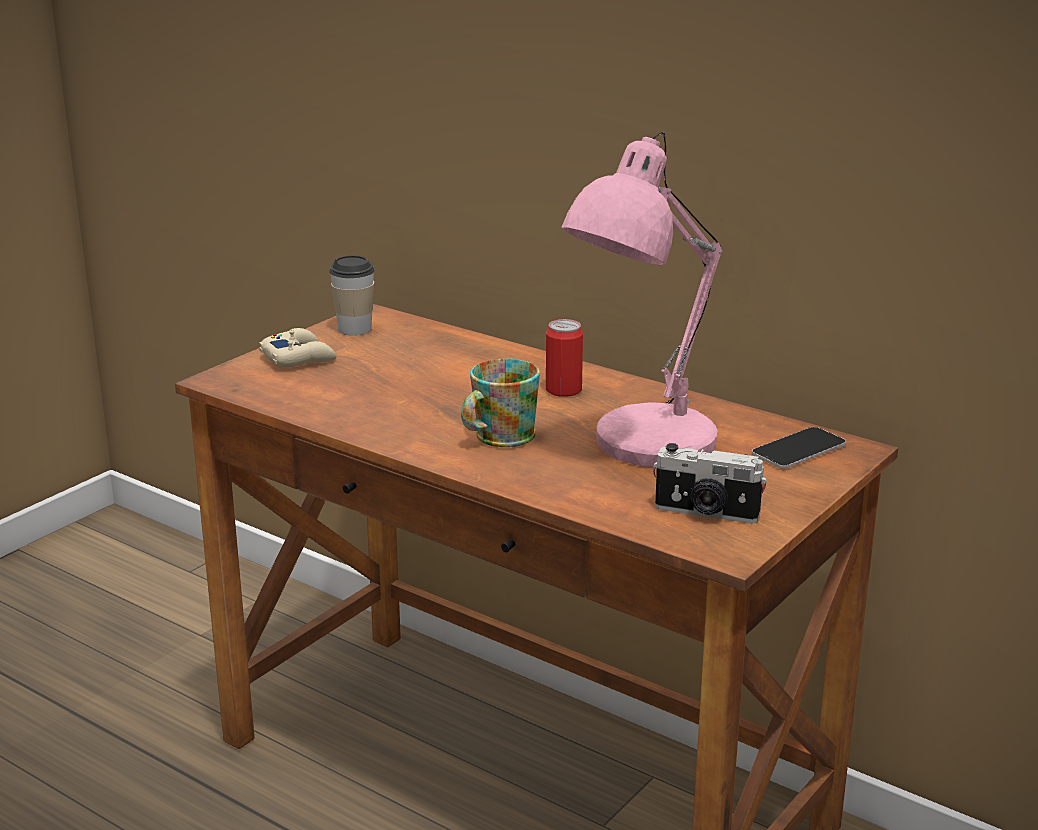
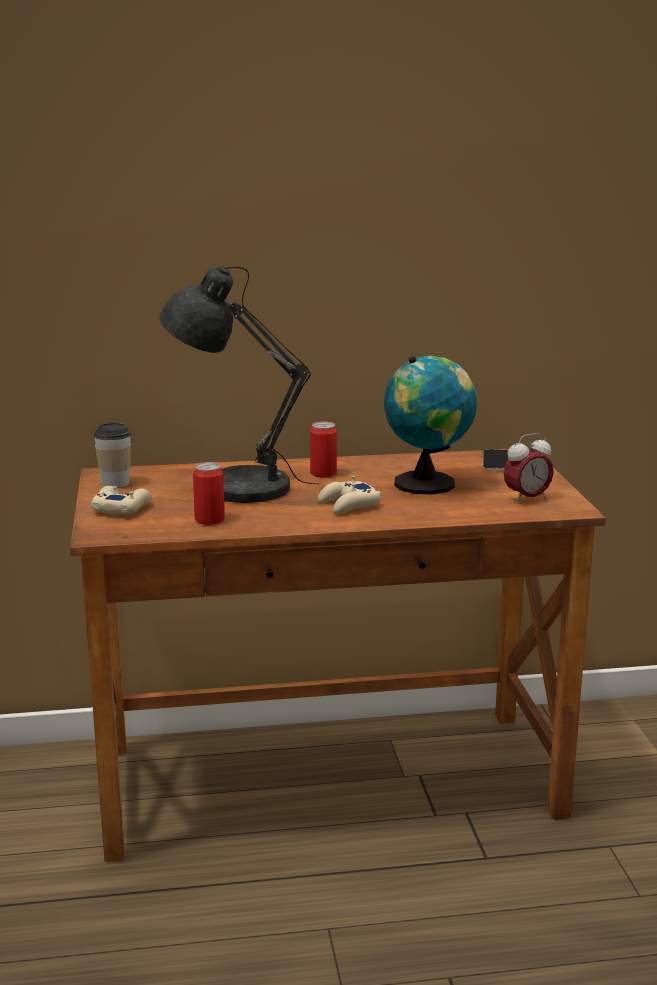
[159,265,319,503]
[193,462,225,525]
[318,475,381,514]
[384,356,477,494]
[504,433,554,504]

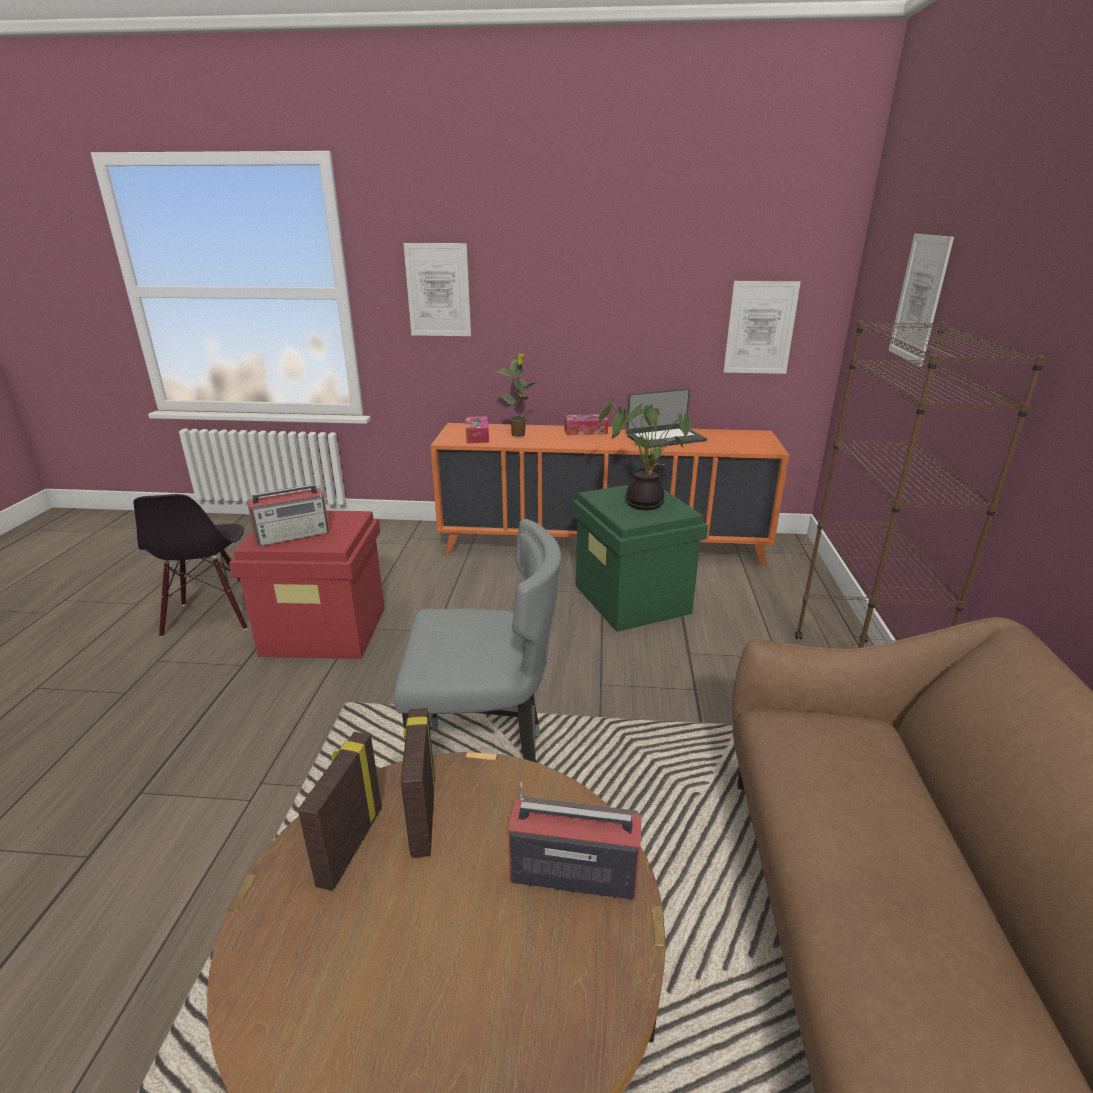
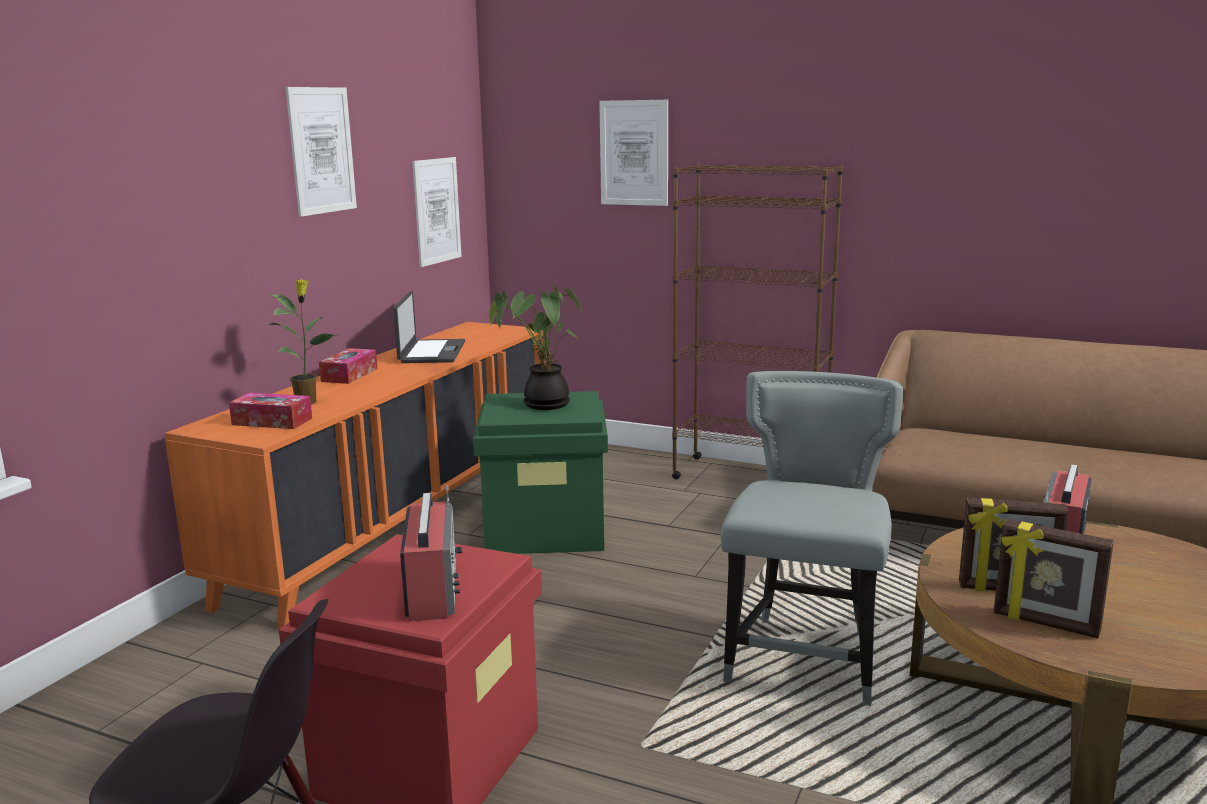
[286,87,357,217]

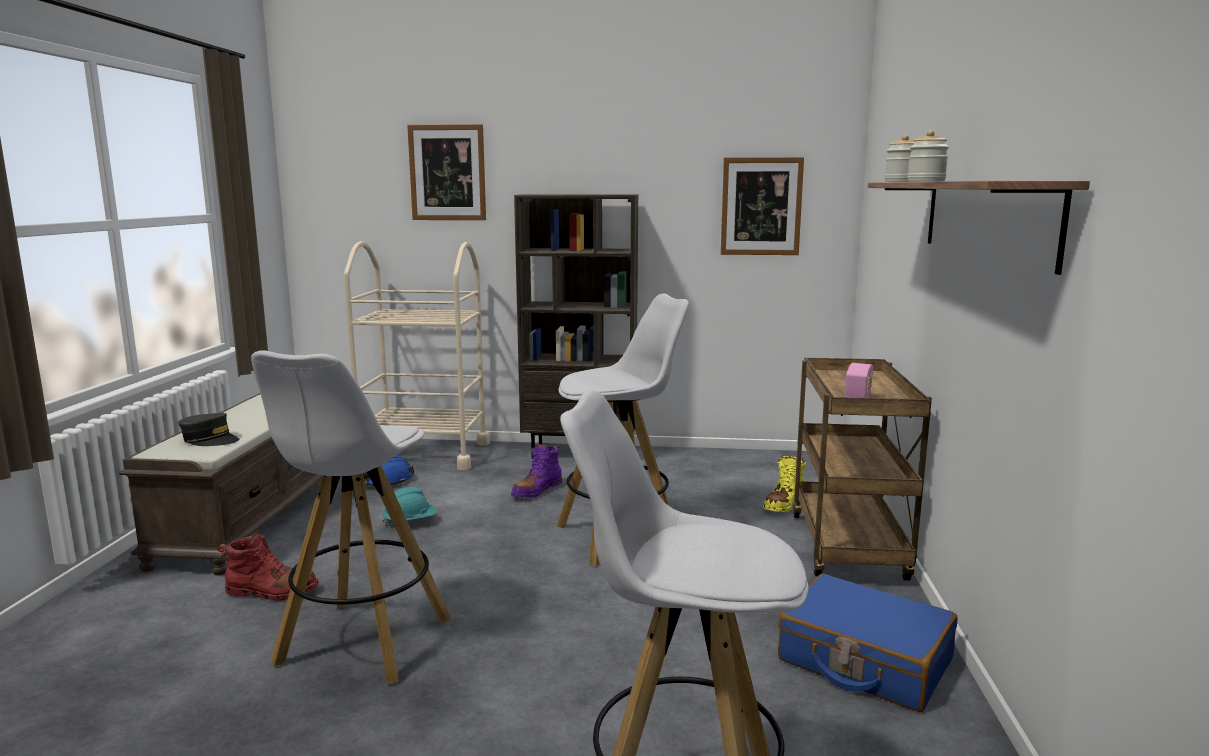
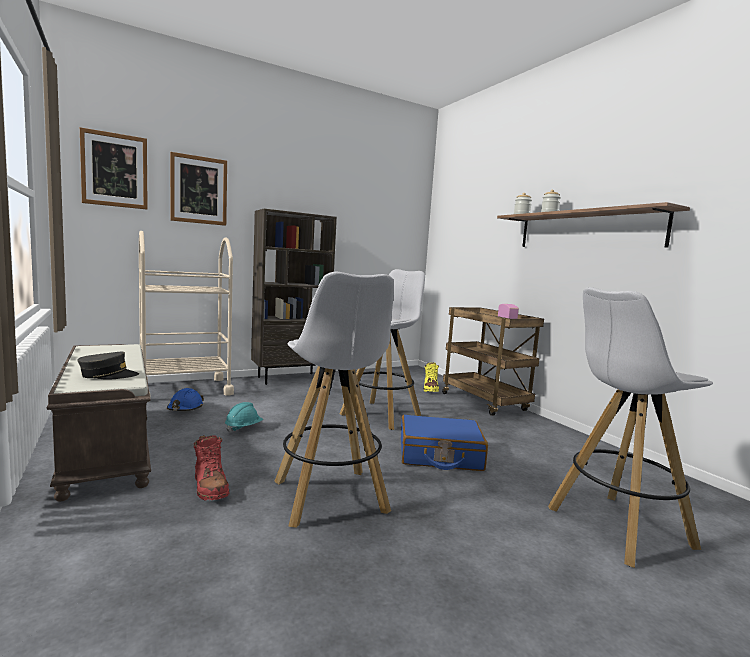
[511,444,562,498] (first image)
[80,127,148,209]
[401,415,488,471]
[194,435,229,501]

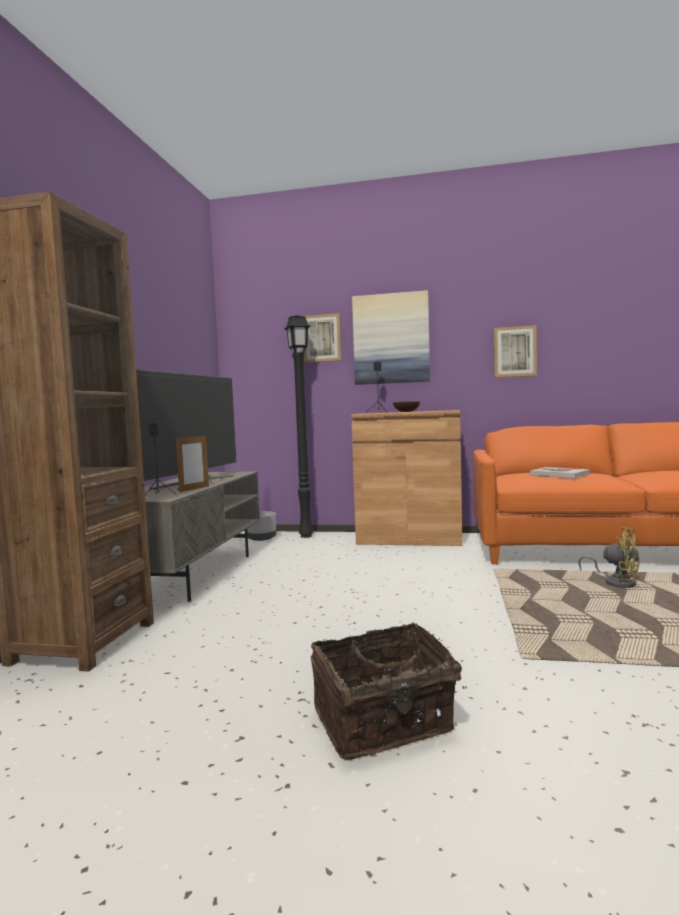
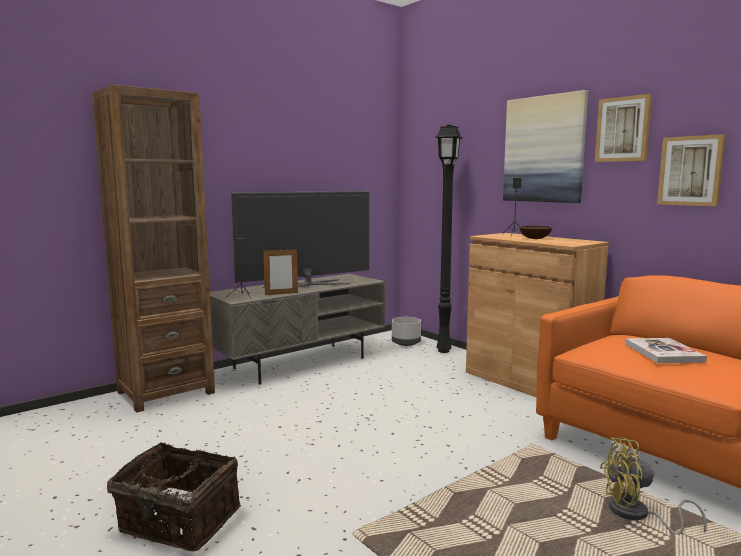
[595,94,652,162]
[600,437,707,534]

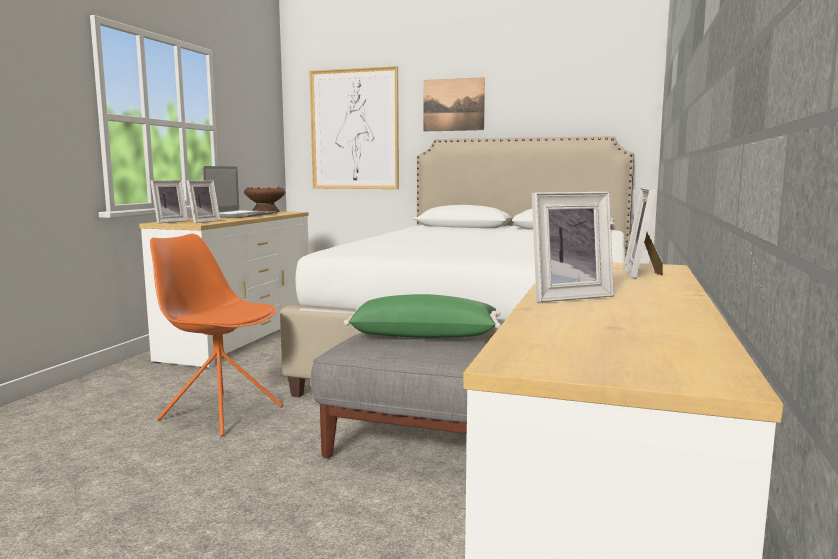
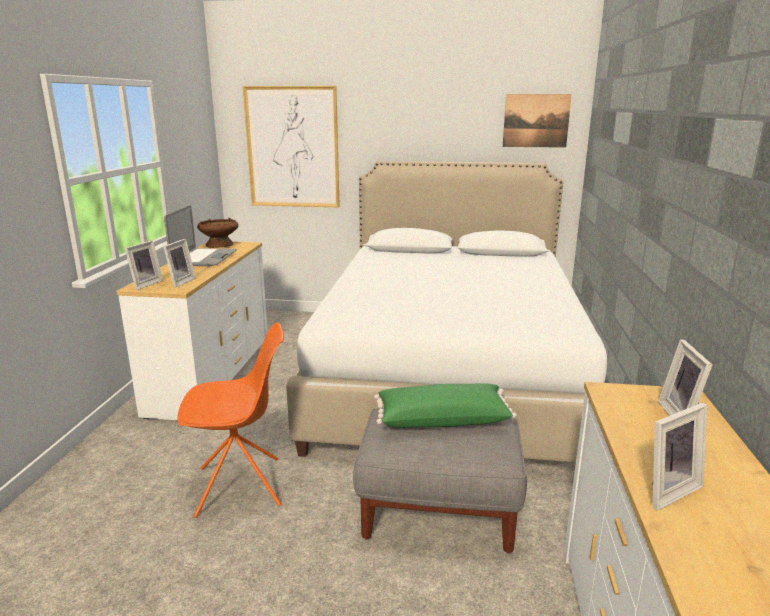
[503,94,572,148]
[177,323,284,518]

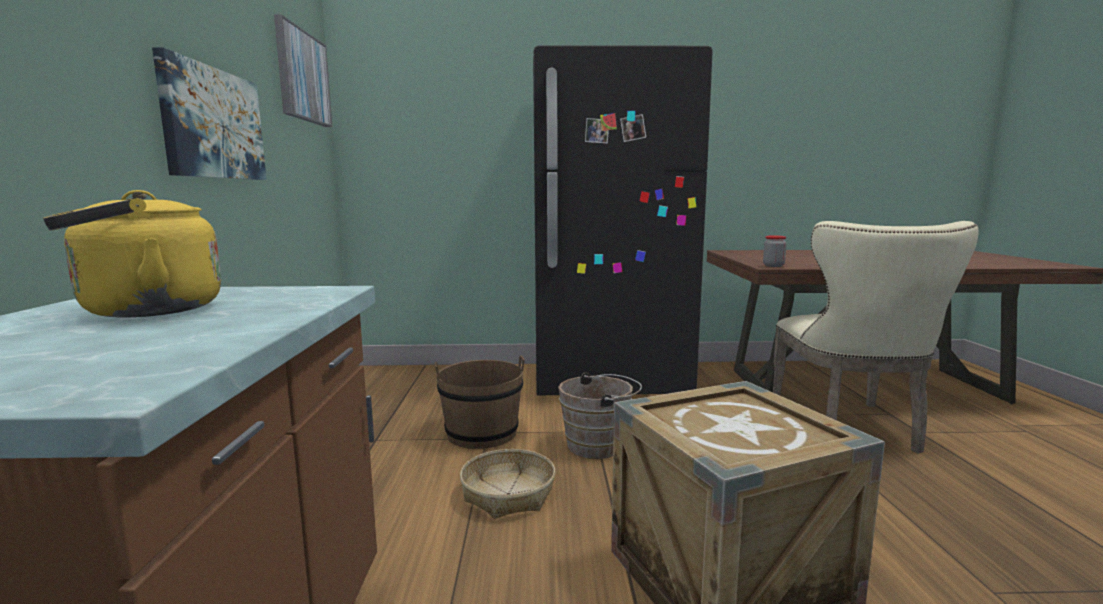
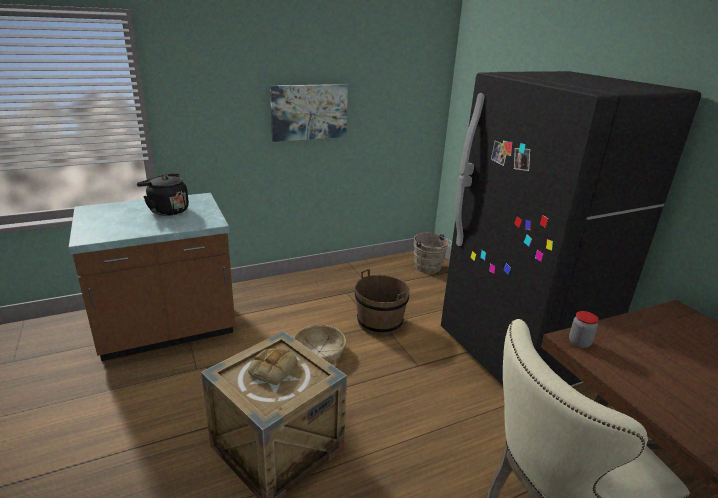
[274,15,332,127] (first image)
[248,347,298,385]
[414,233,452,274]
[137,173,189,216]

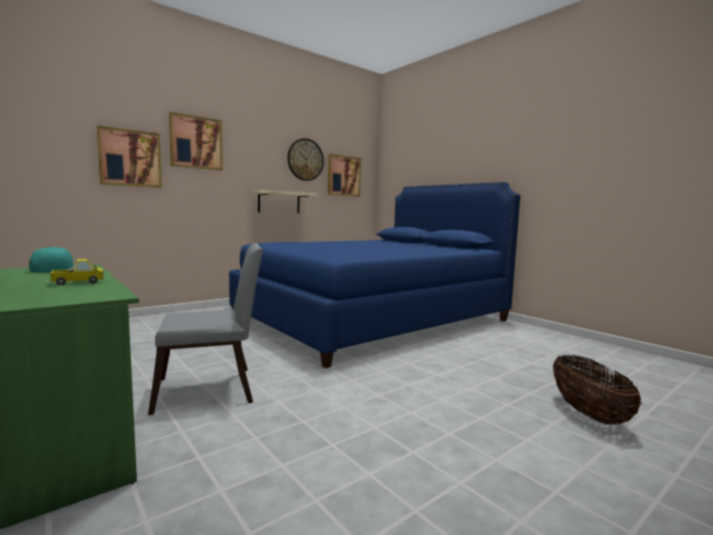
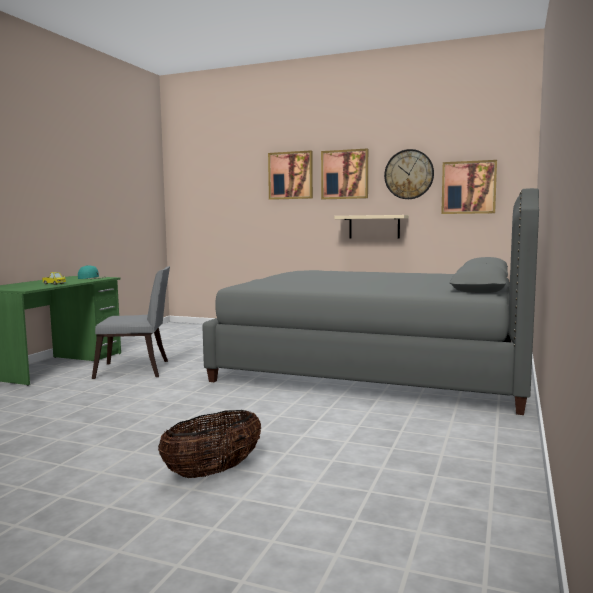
[321,148,368,199]
[202,188,539,415]
[92,266,170,379]

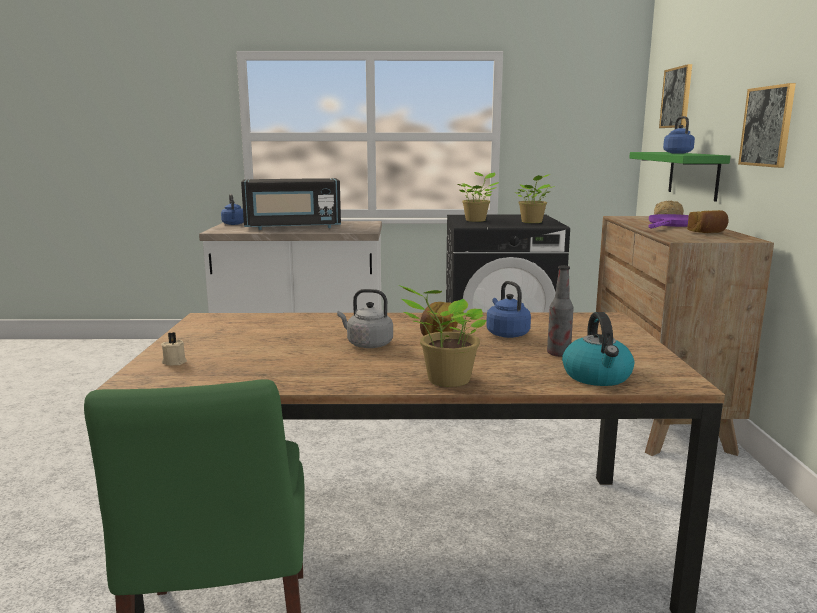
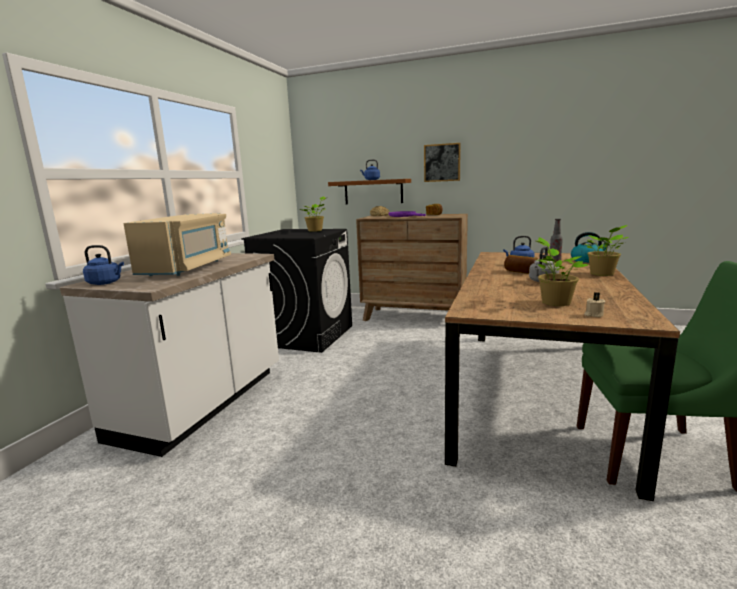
[659,64,692,128] (first image)
[535,237,588,306]
[123,213,231,276]
[328,179,411,204]

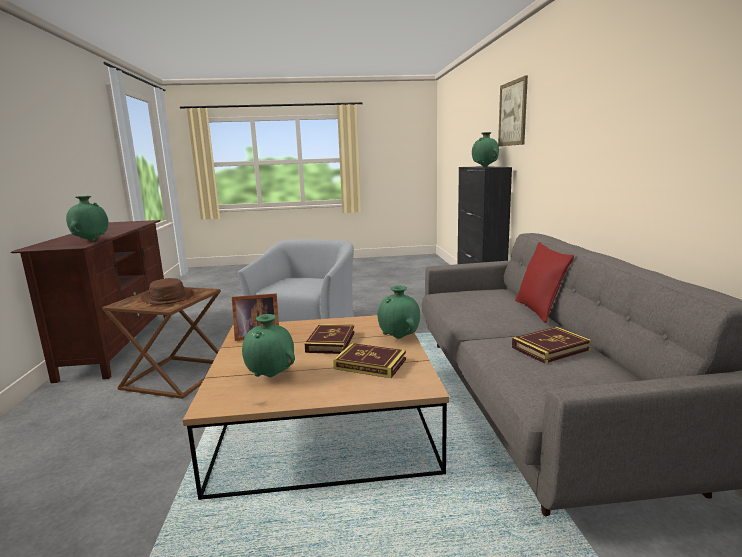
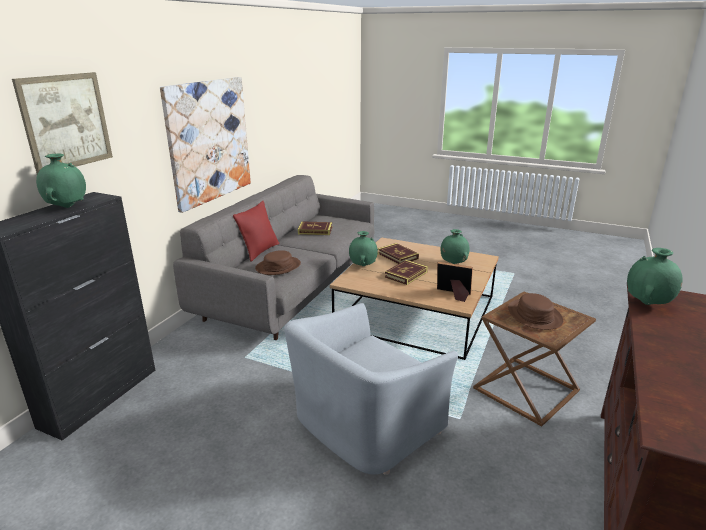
[160,77,251,213]
[255,250,301,275]

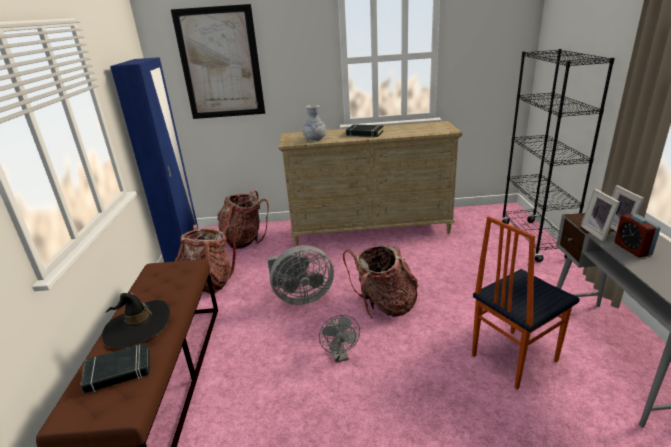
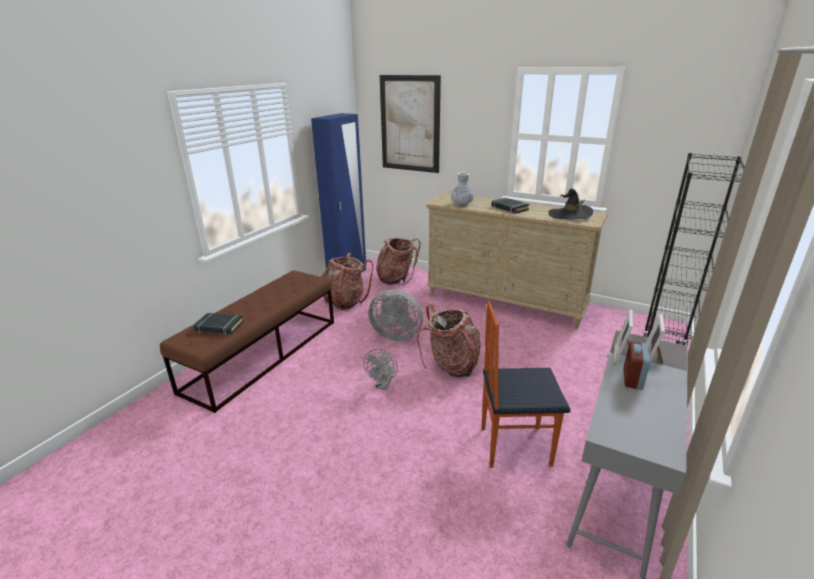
[548,188,593,220]

